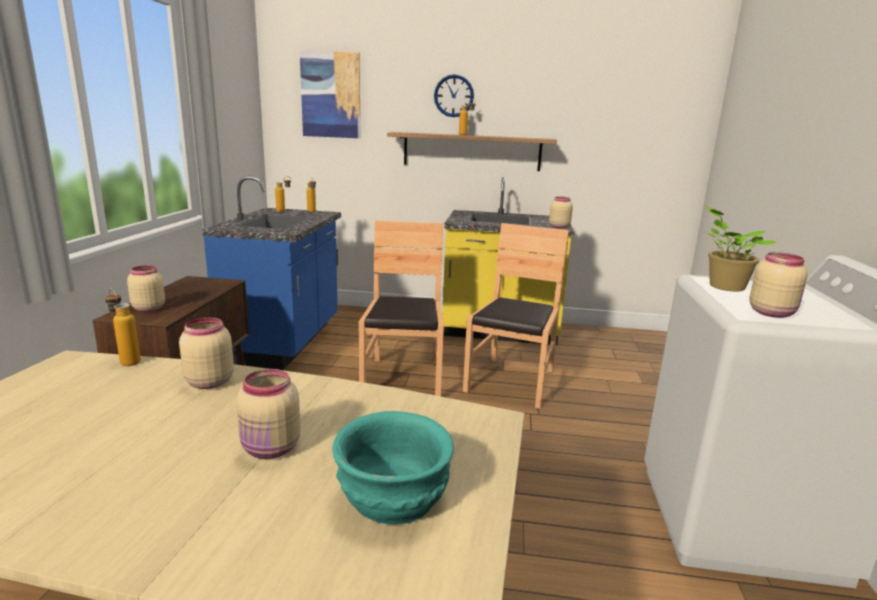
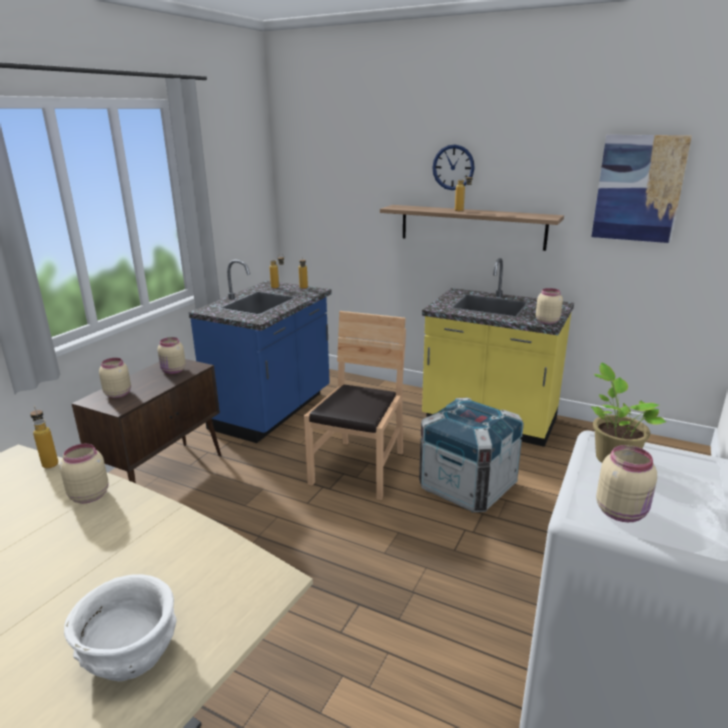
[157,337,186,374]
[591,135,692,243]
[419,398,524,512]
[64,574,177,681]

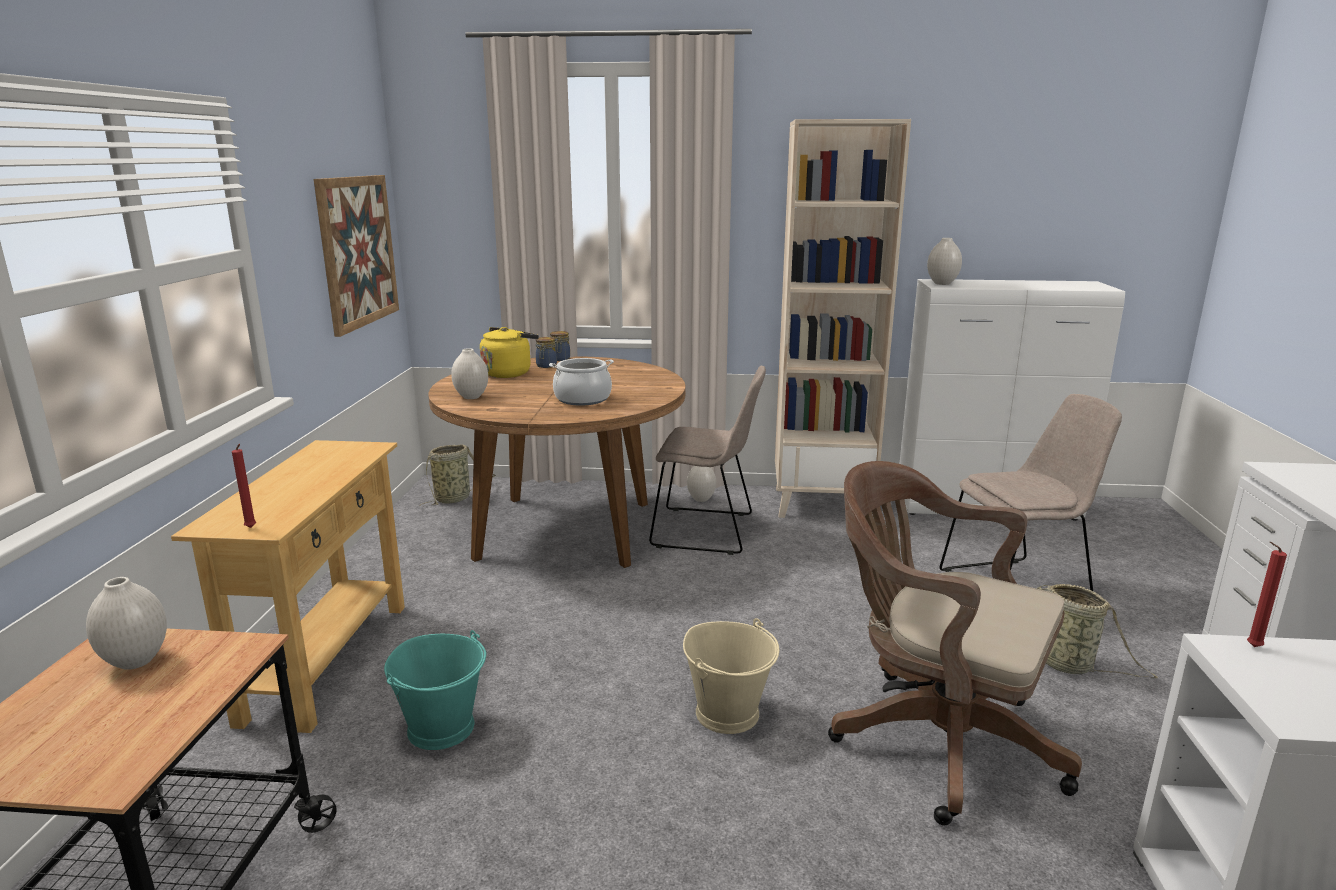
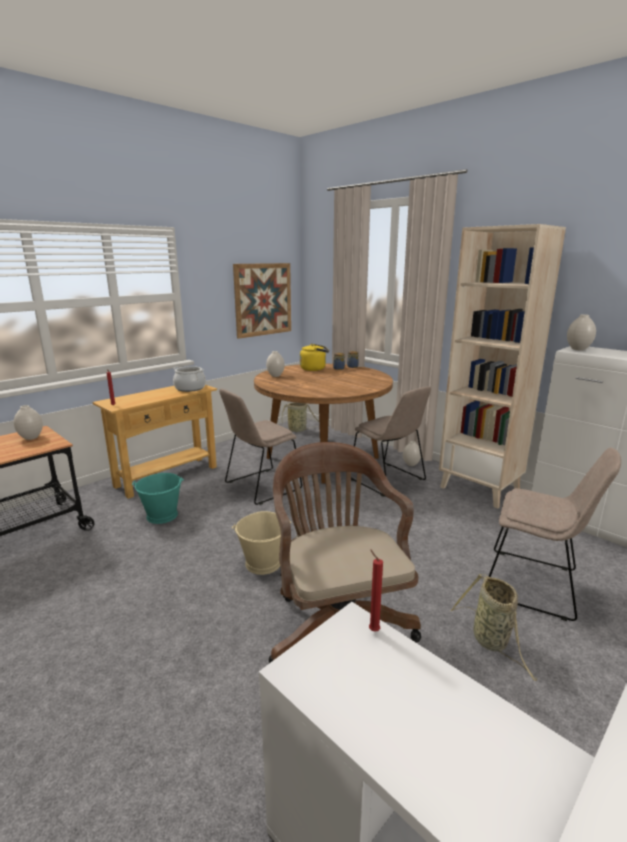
[219,388,302,505]
[173,366,206,392]

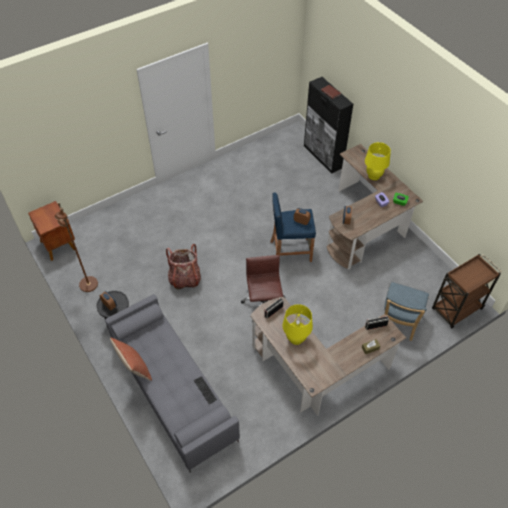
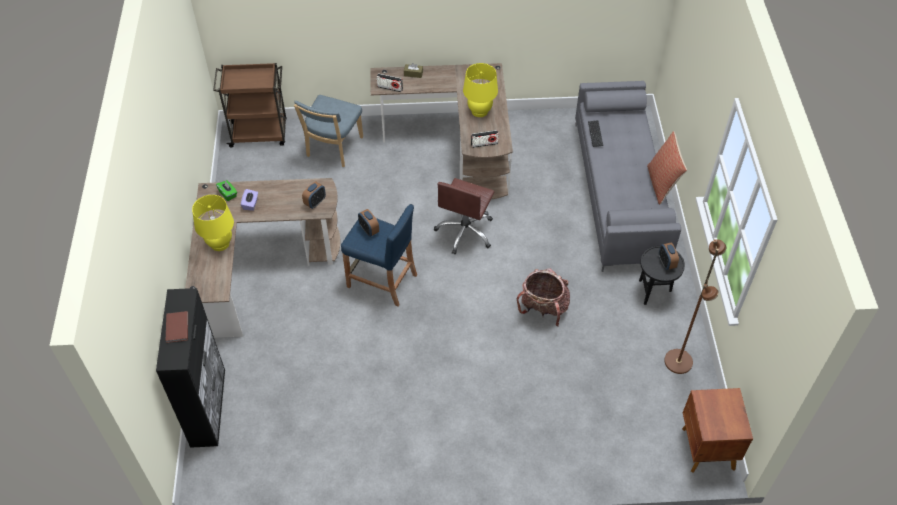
[294,95,363,167]

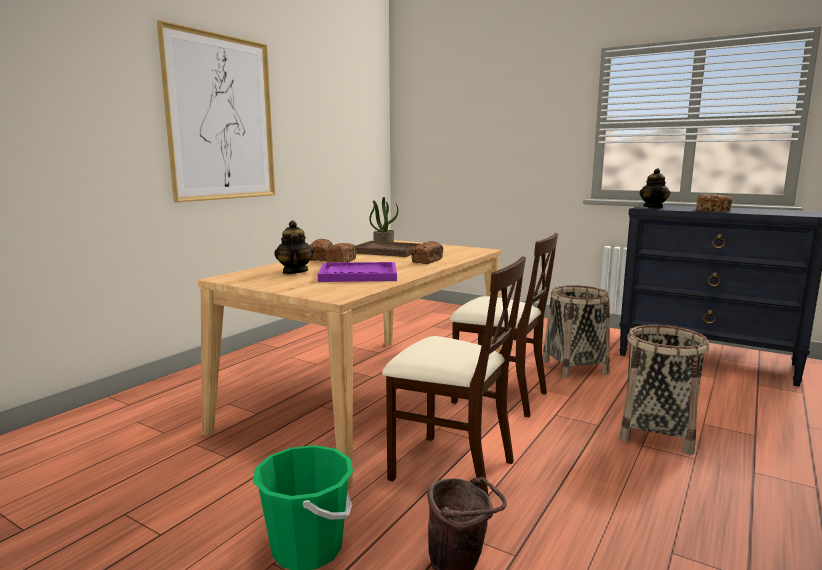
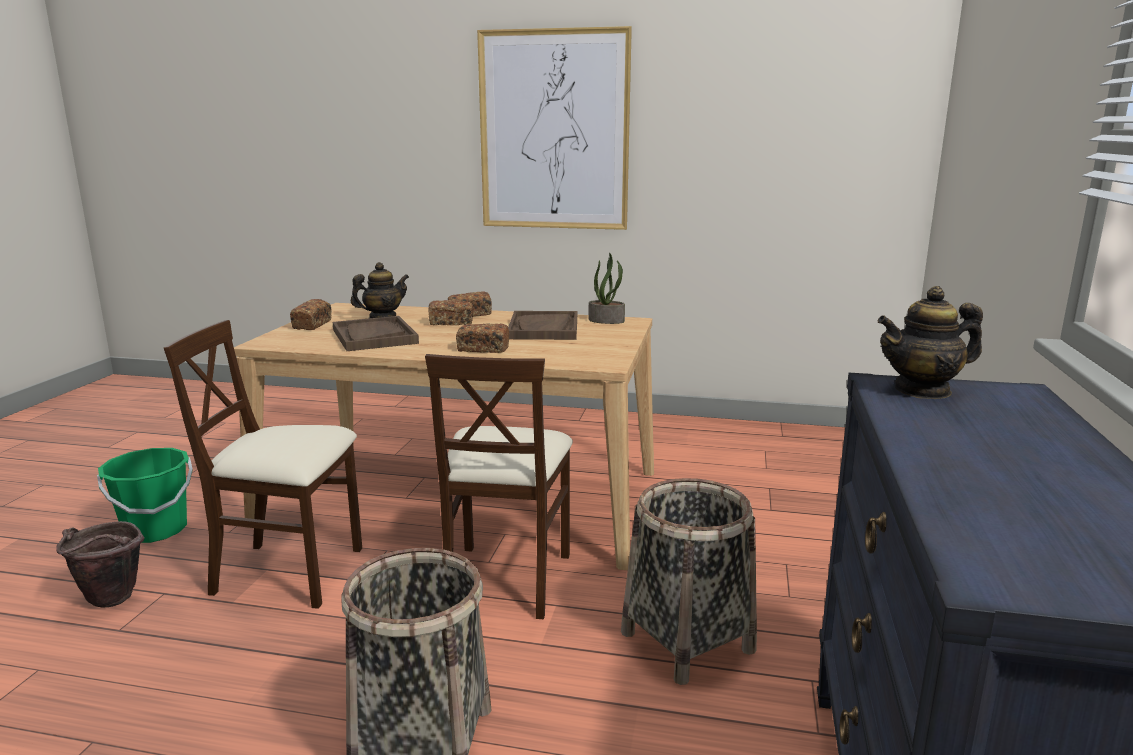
[290,299,332,330]
[333,316,419,351]
[164,320,362,609]

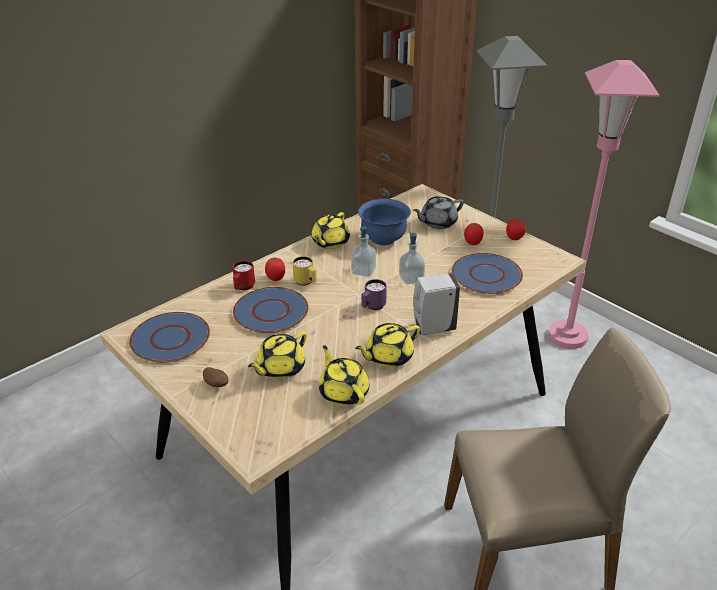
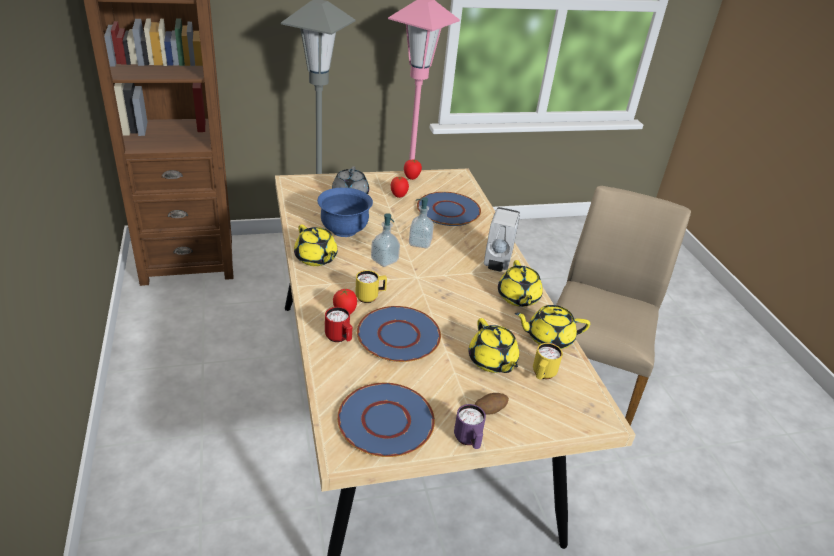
[533,343,563,380]
[454,404,486,449]

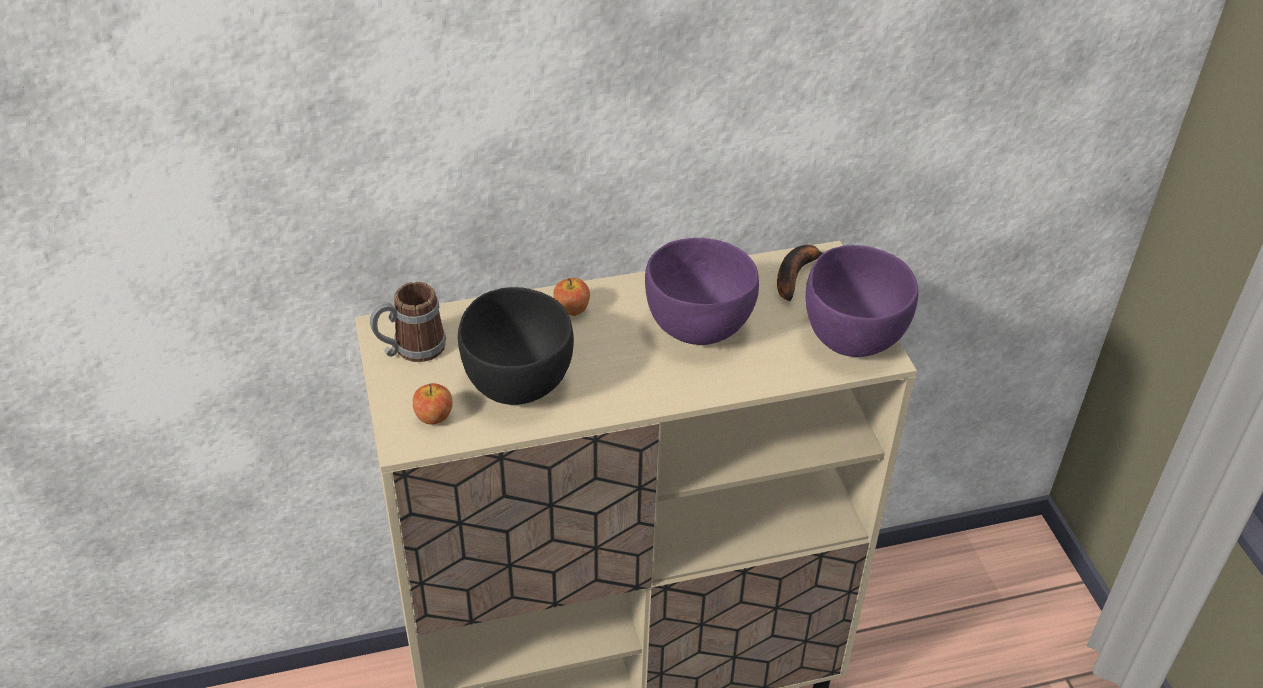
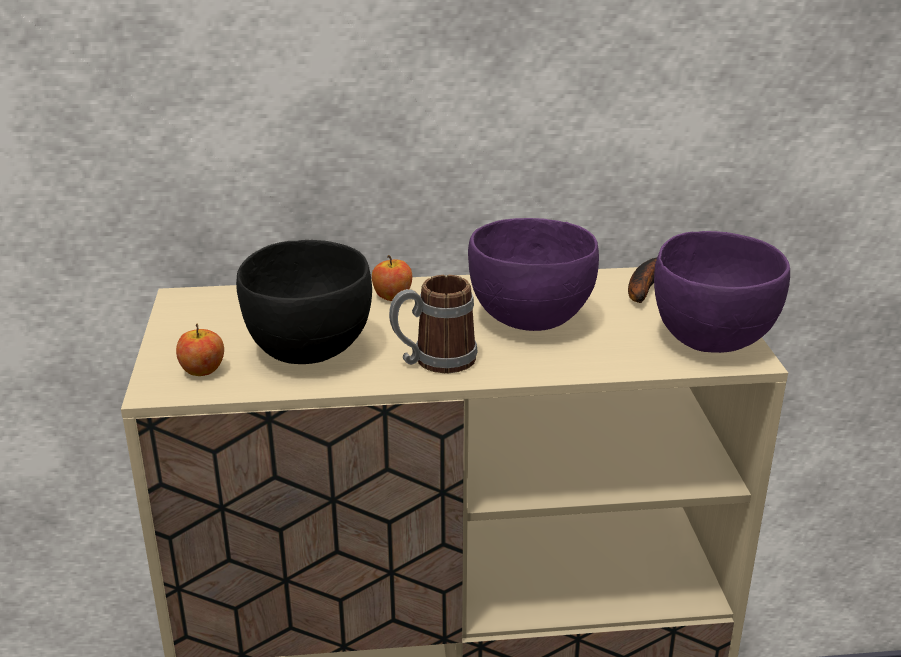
[389,275,478,373]

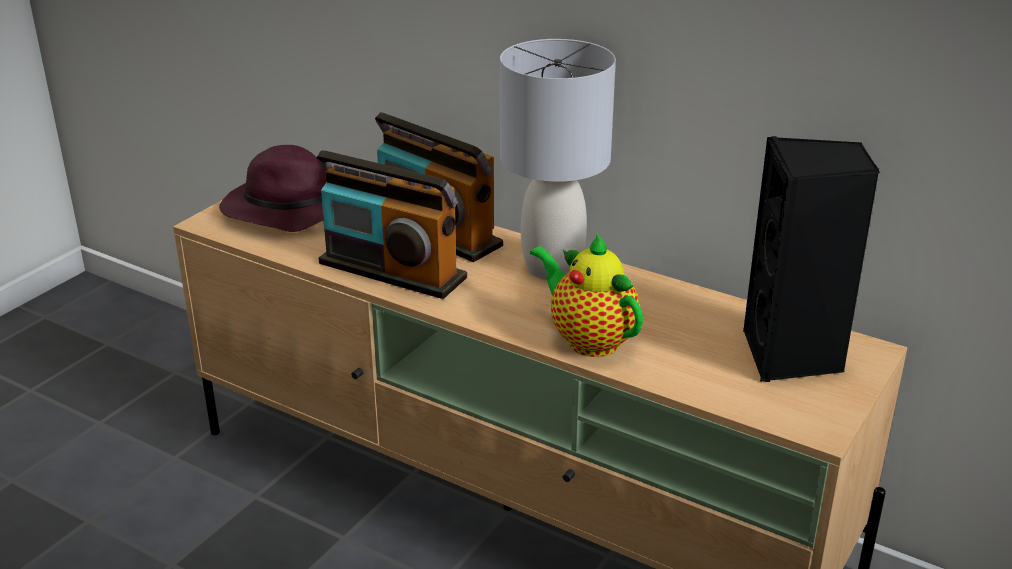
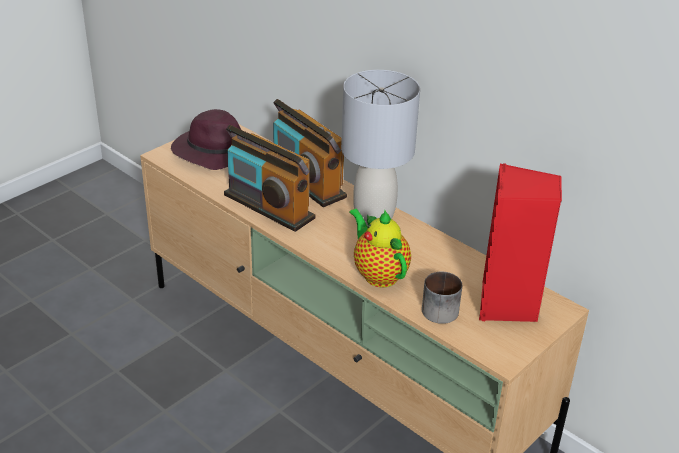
[422,272,462,324]
[479,163,562,322]

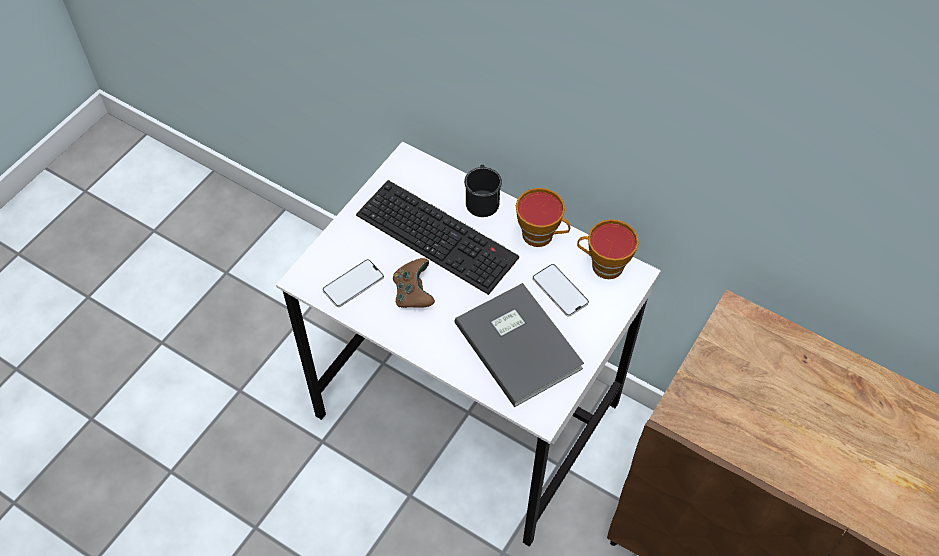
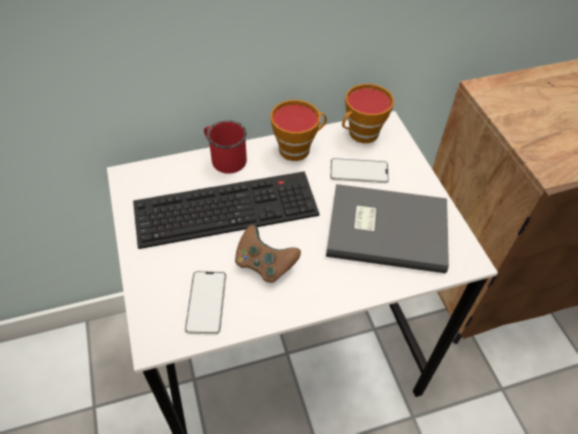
[204,120,247,174]

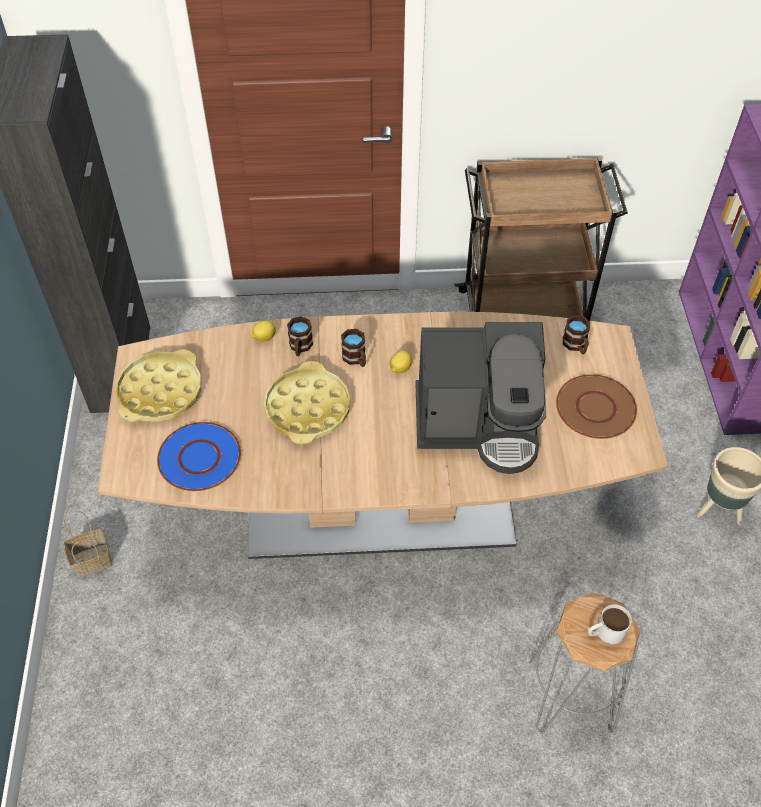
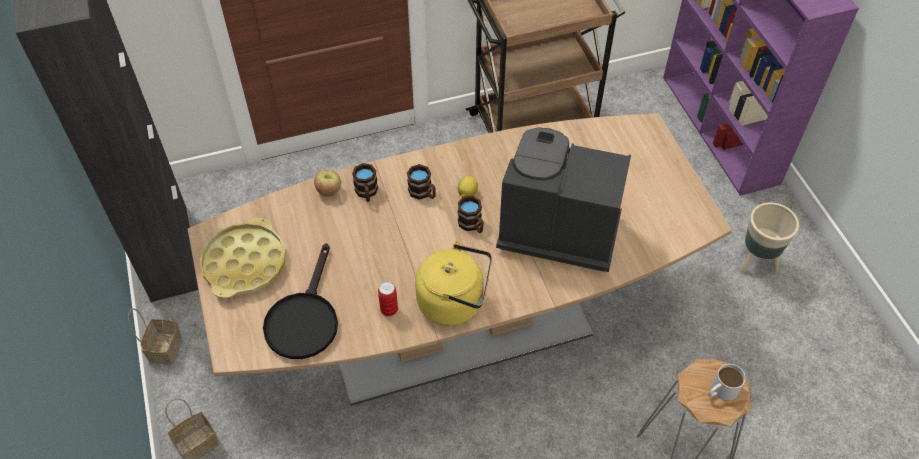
[264,361,350,444] (first image)
[556,374,637,439] (first image)
[128,308,182,364]
[378,281,398,316]
[415,240,492,326]
[458,196,484,233]
[263,243,338,359]
[314,170,341,197]
[496,127,631,272]

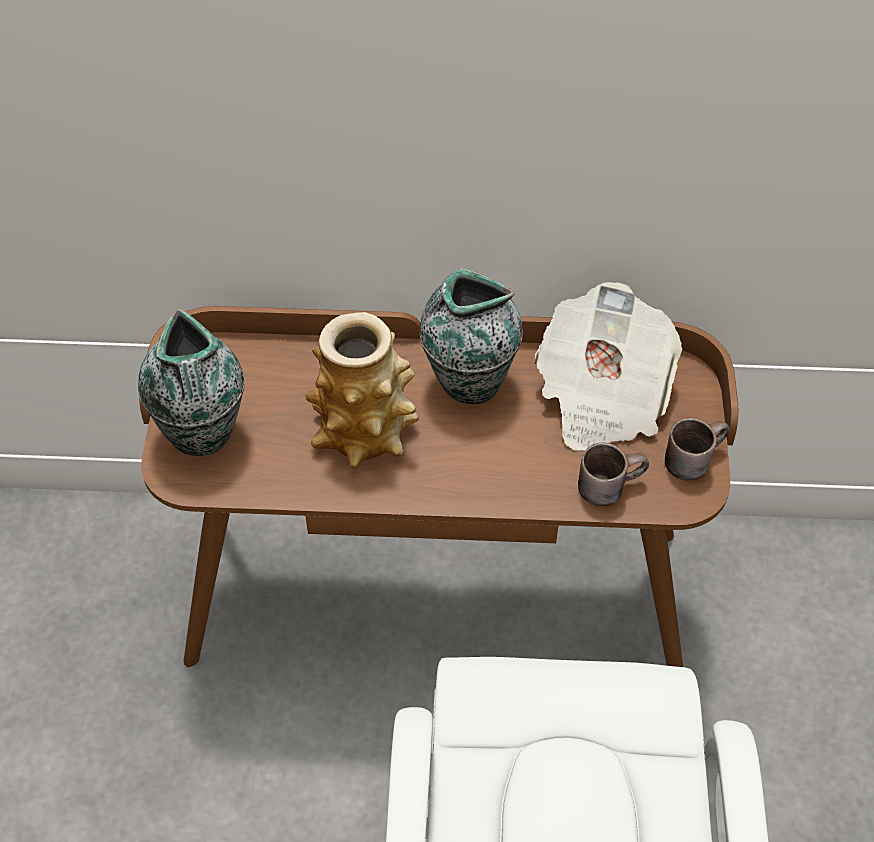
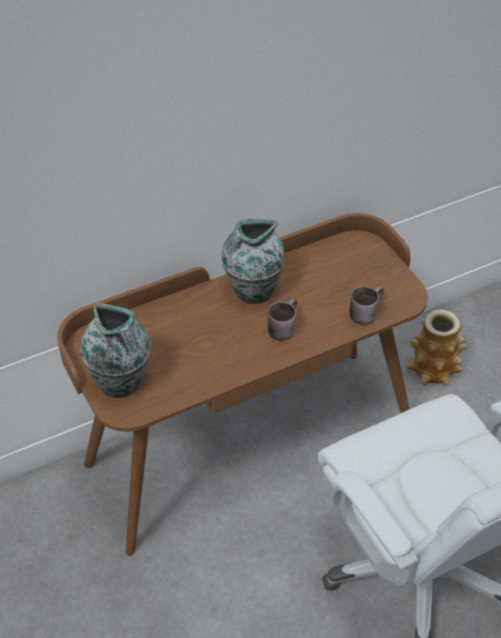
[535,282,682,451] (first image)
[406,310,468,386]
[268,298,297,341]

